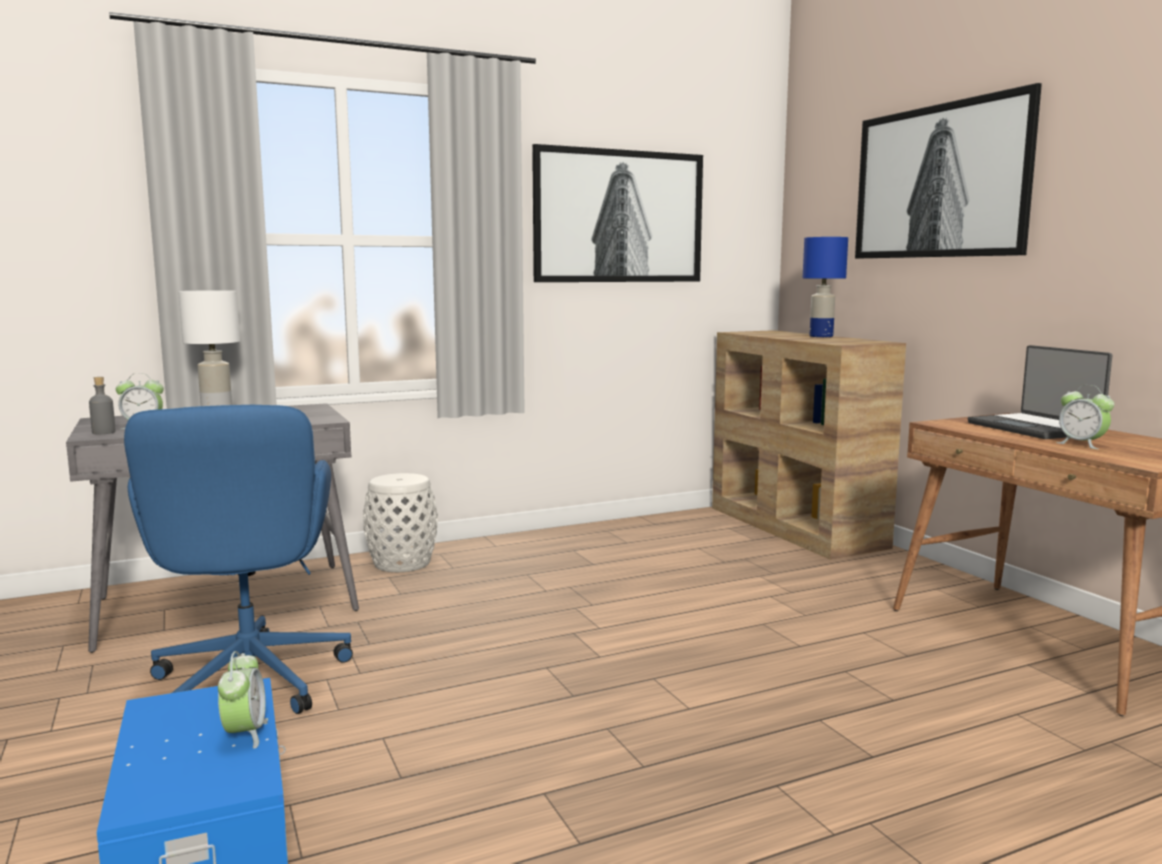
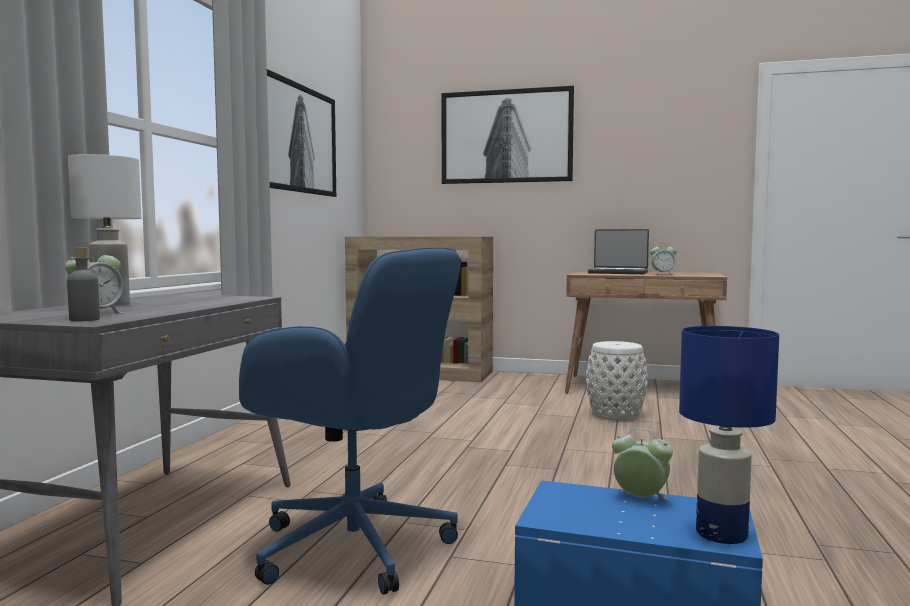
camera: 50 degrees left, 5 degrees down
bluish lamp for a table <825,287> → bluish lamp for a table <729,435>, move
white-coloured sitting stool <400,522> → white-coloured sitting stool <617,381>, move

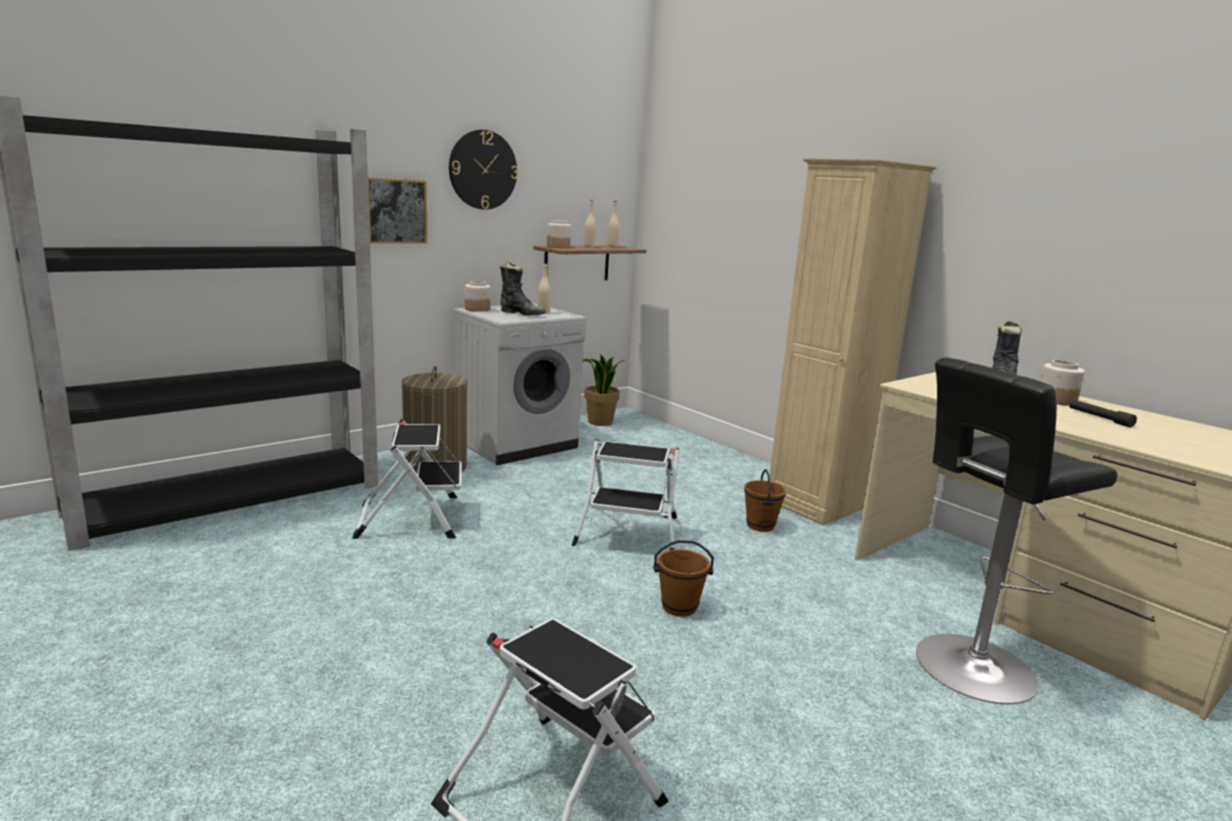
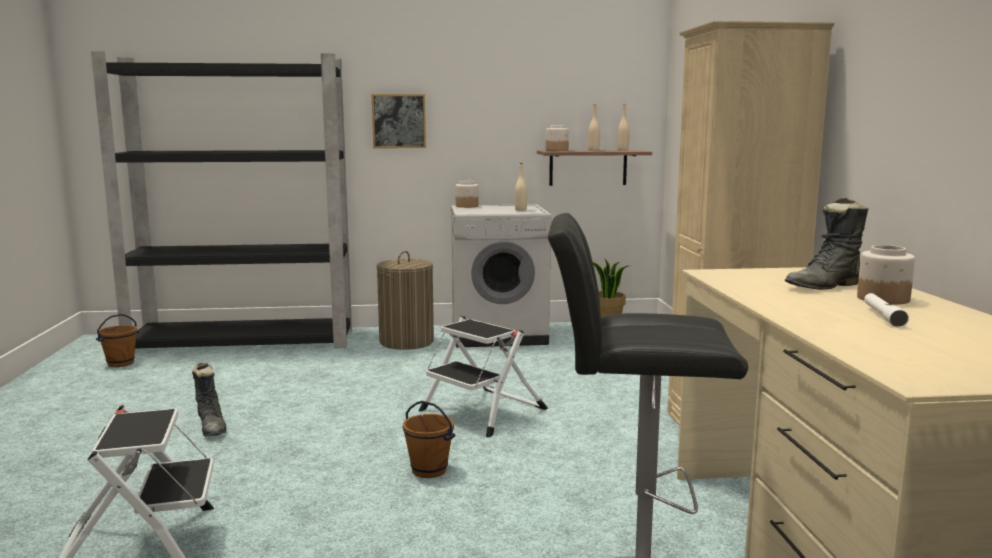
camera: 35 degrees right, 5 degrees down
clock on the wall <483,170> → -
black-coloured tall boot <523,289> → black-coloured tall boot <209,400>, move
black-coloured flashlight <1103,414> → white-coloured flashlight <886,310>
step stool <407,479> → -
brownish pail <765,500> → brownish pail <117,340>, move

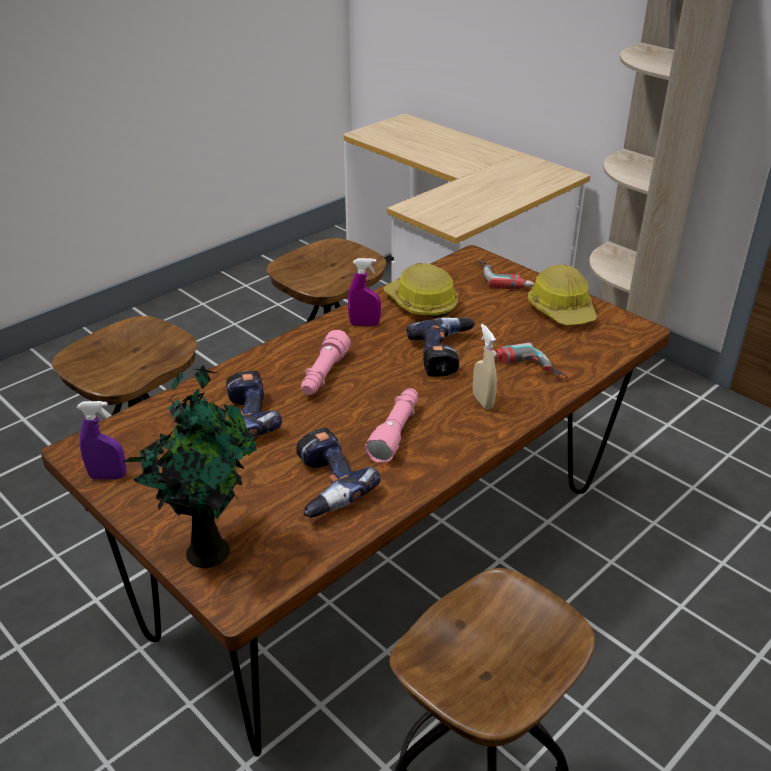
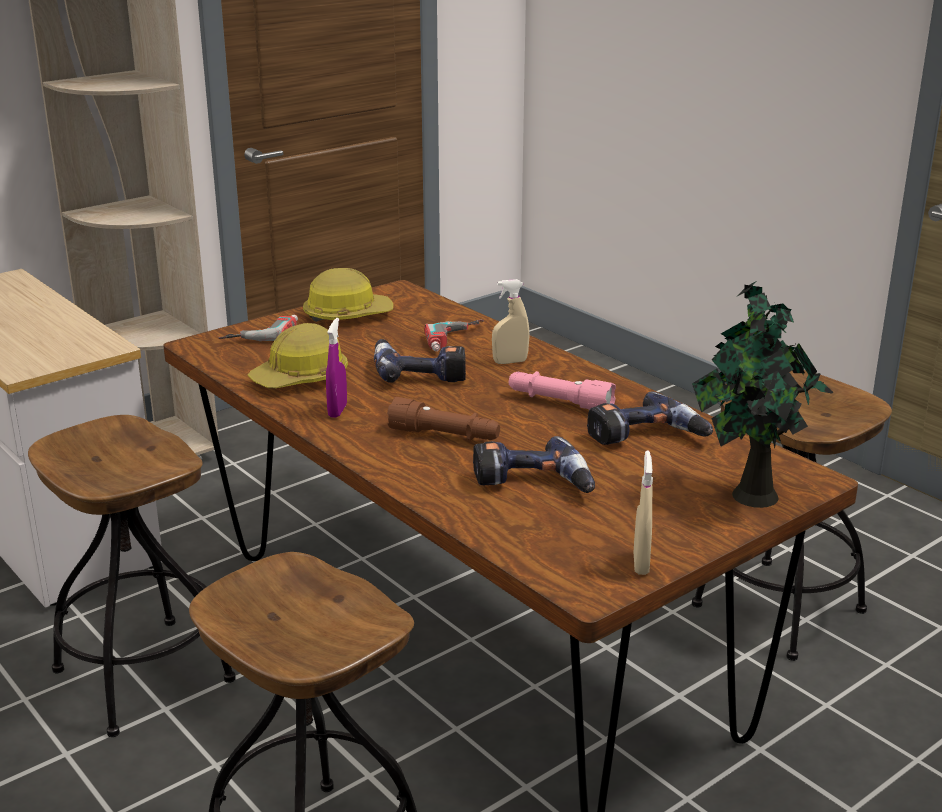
camera: 85 degrees left, 10 degrees down
pinkish flashlight <326,362> → brownish flashlight <443,419>
purplish sprayer <101,440> → sand-coloured sprayer <643,513>

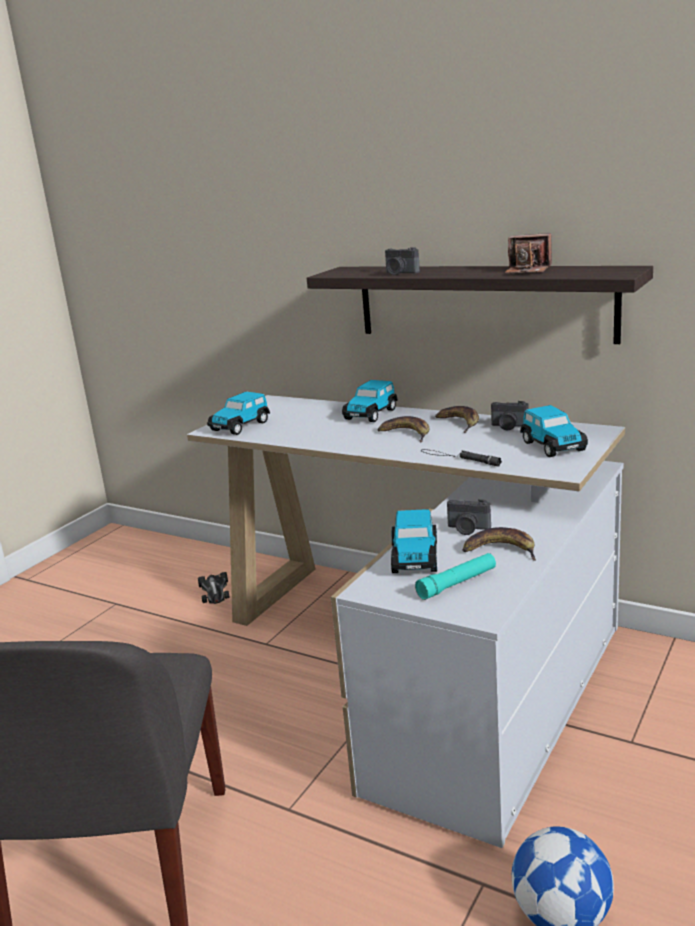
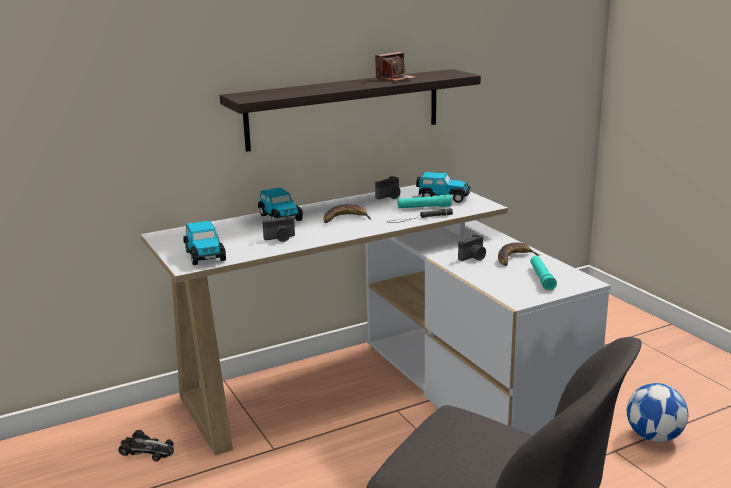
camera: 60 degrees left, 0 degrees up
still camera <402,261> → still camera <278,228>, move
whole banana <457,419> → -
toy car <414,541> → -
- → turquoise-coloured flashlight <424,201>

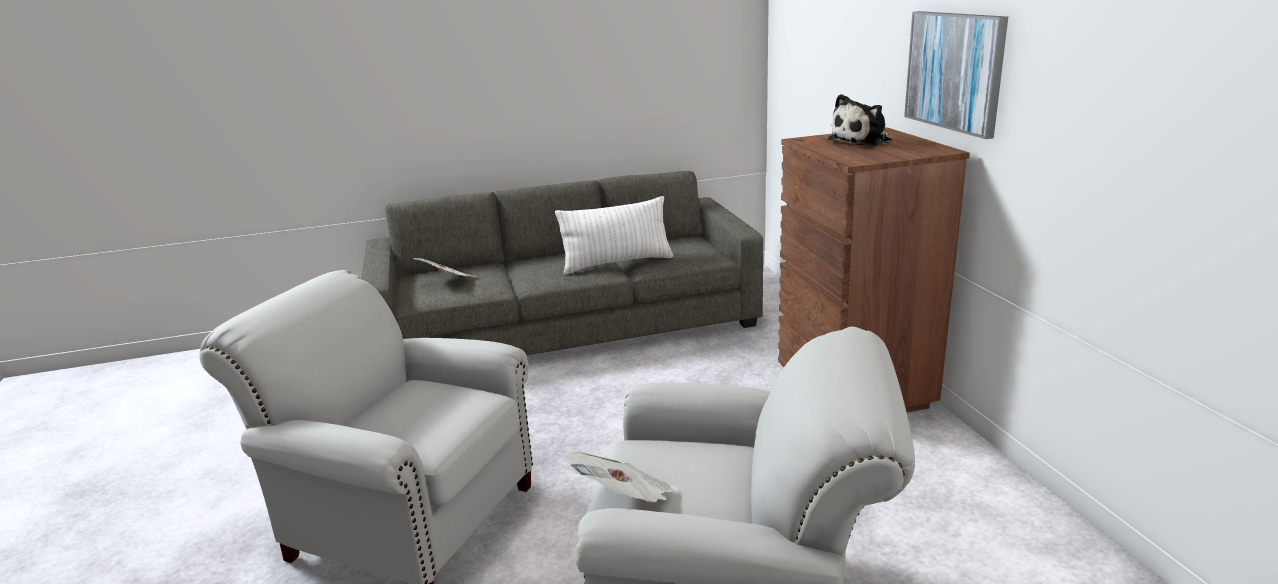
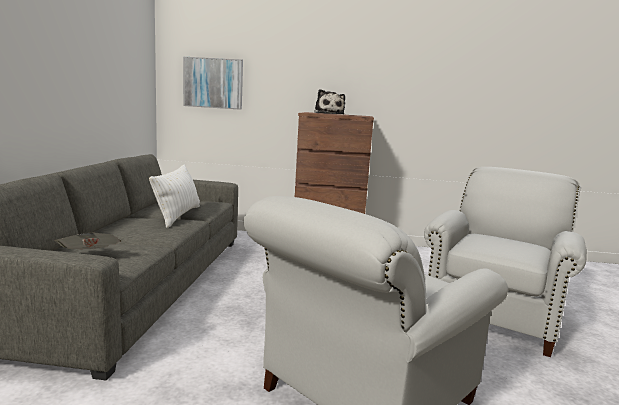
camera: 70 degrees left, 10 degrees down
picture <956,75> → picture <213,83>, move
printed paper <622,477> → -

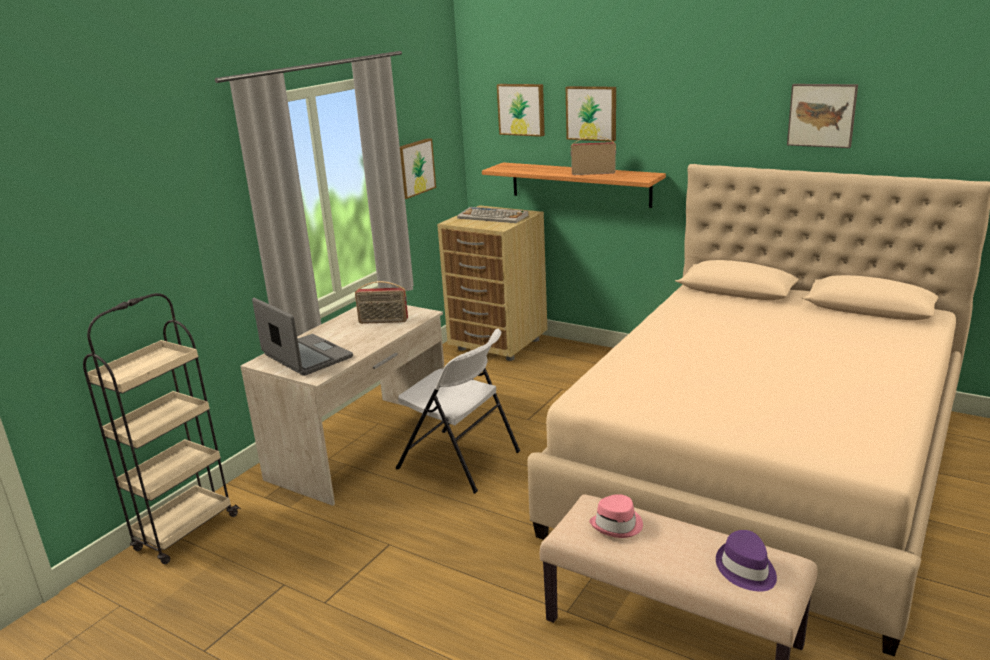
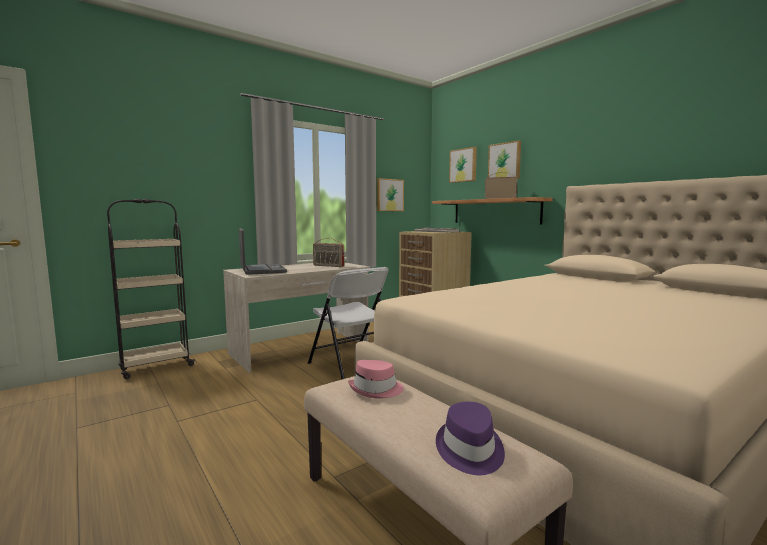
camera: 20 degrees right, 15 degrees down
picture <822,116> → -

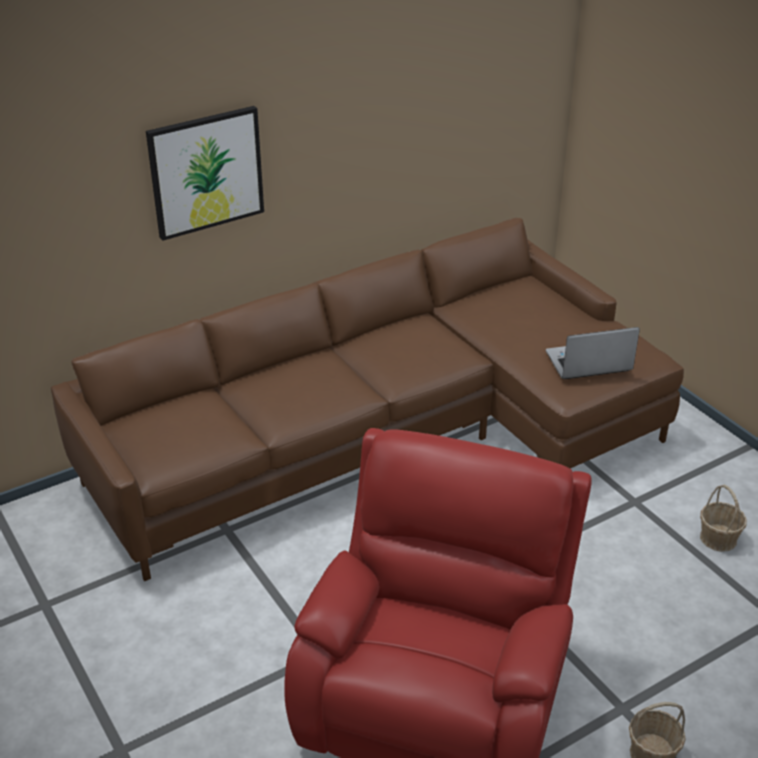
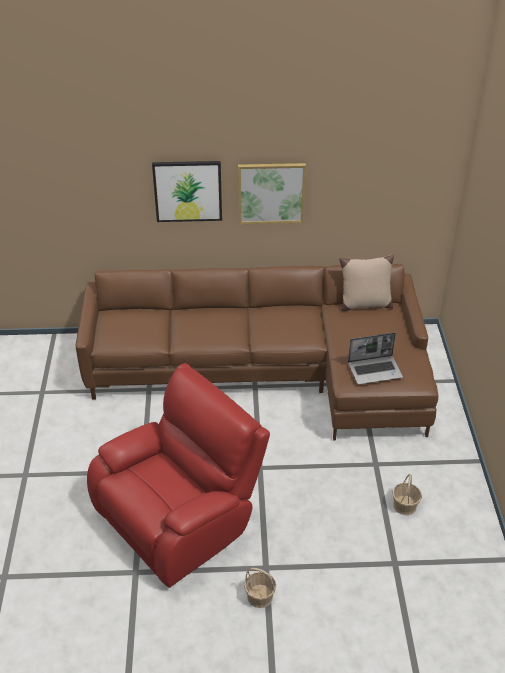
camera: 30 degrees right, 5 degrees up
laptop <593,353> → laptop <375,358>, 150 degrees clockwise
- → picture <272,193>
- → sand-coloured cushion <366,283>

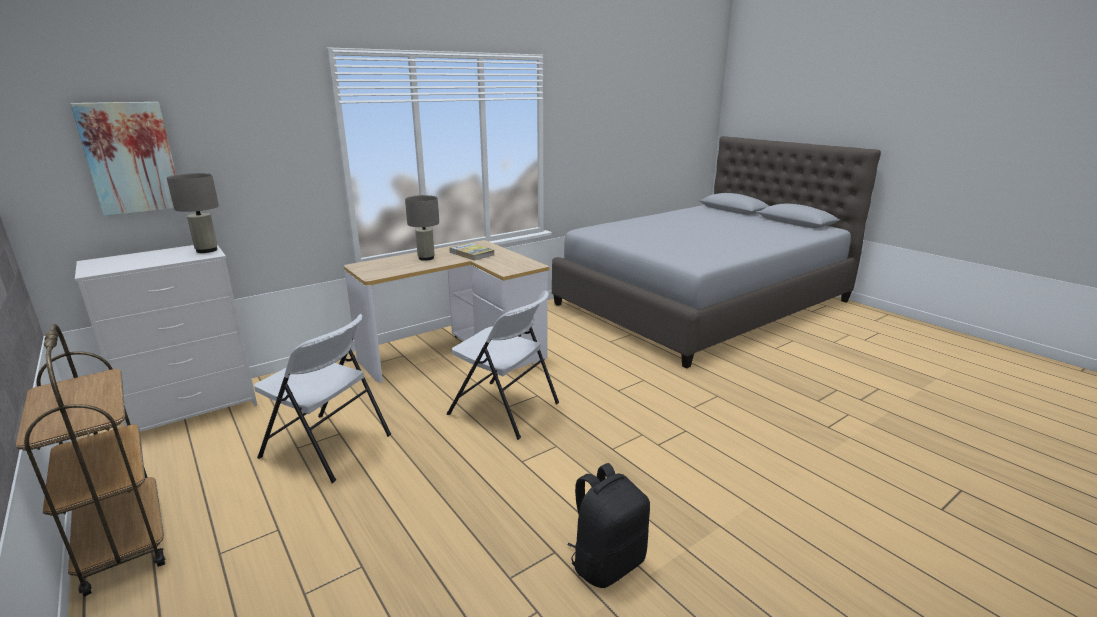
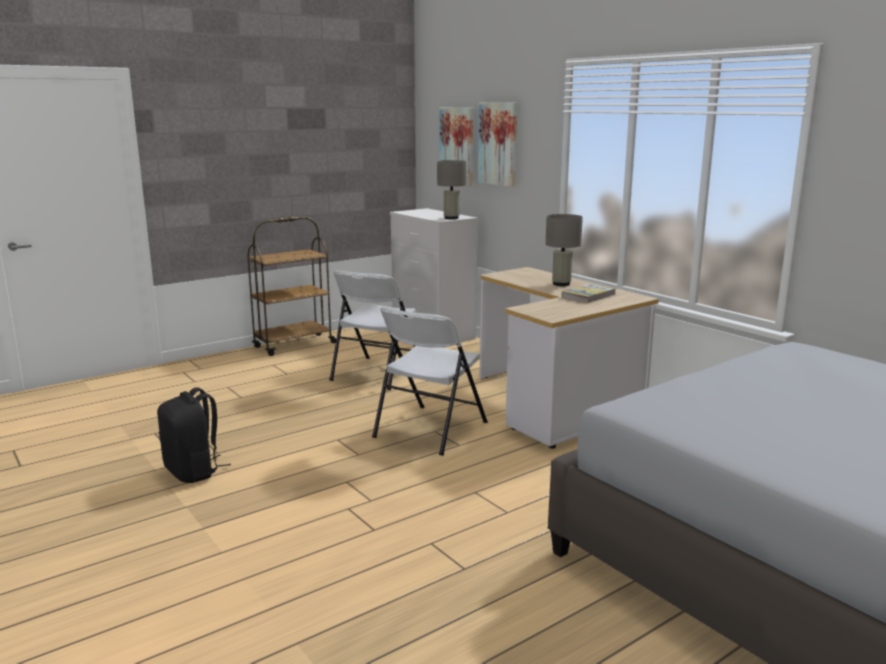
camera: 90 degrees right, 5 degrees down
- → picture <497,144>

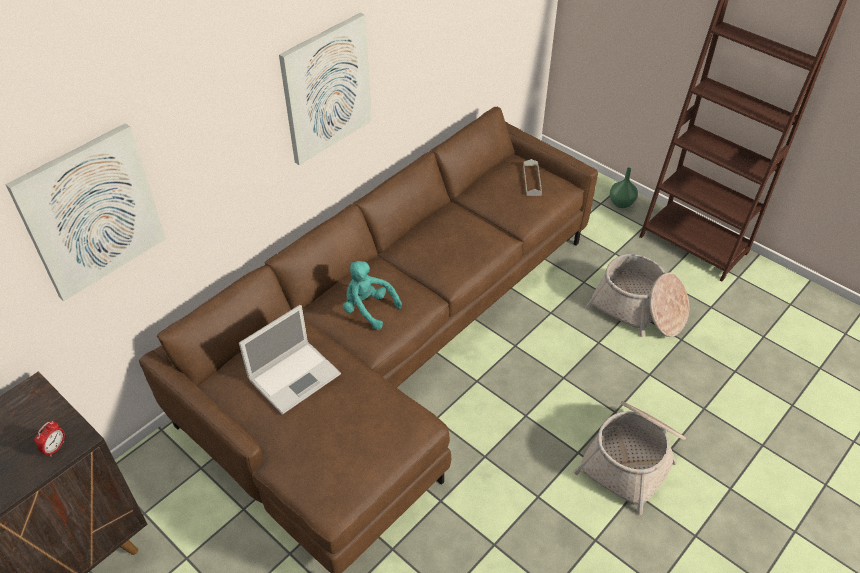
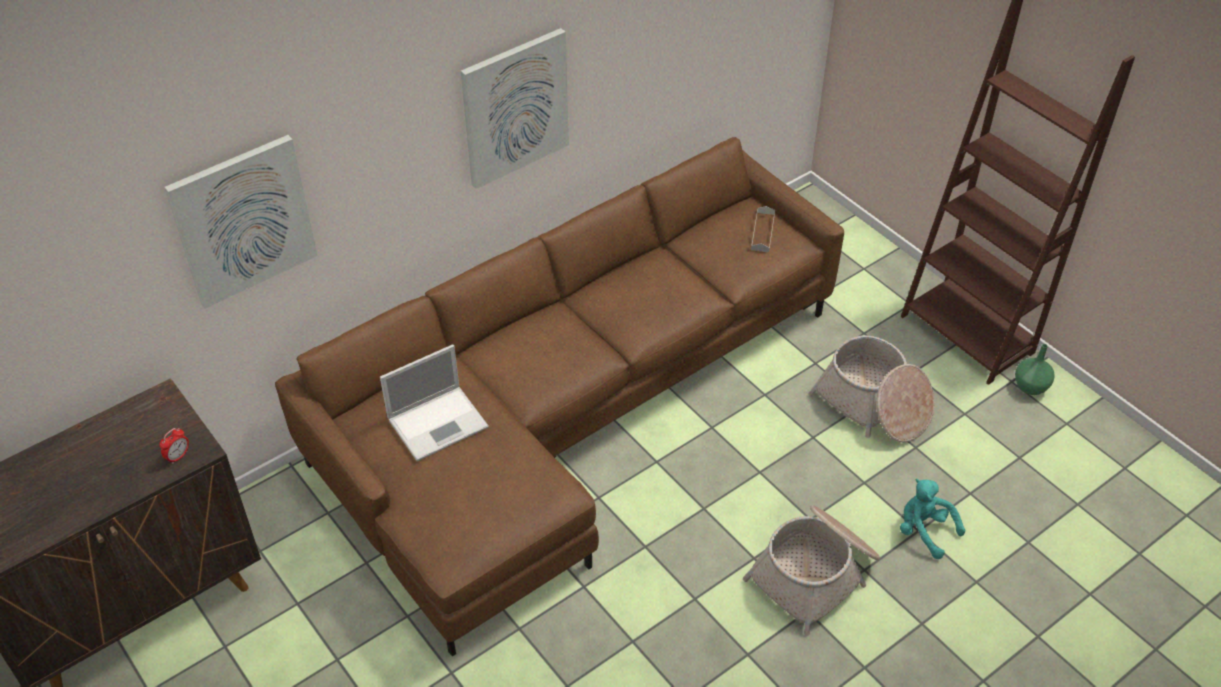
camera: 10 degrees right, 0 degrees up
greenish decorative vase <624,187> → greenish decorative vase <1035,369>, move
turquoise-coloured soft toy <372,295> → turquoise-coloured soft toy <932,519>, move

